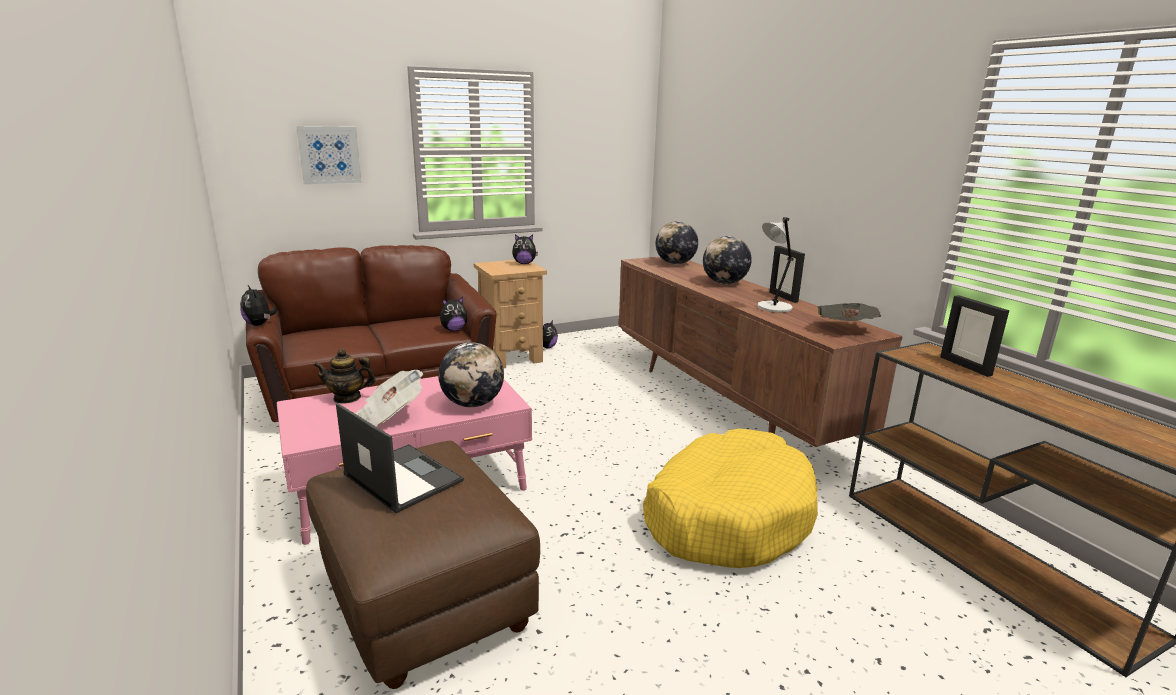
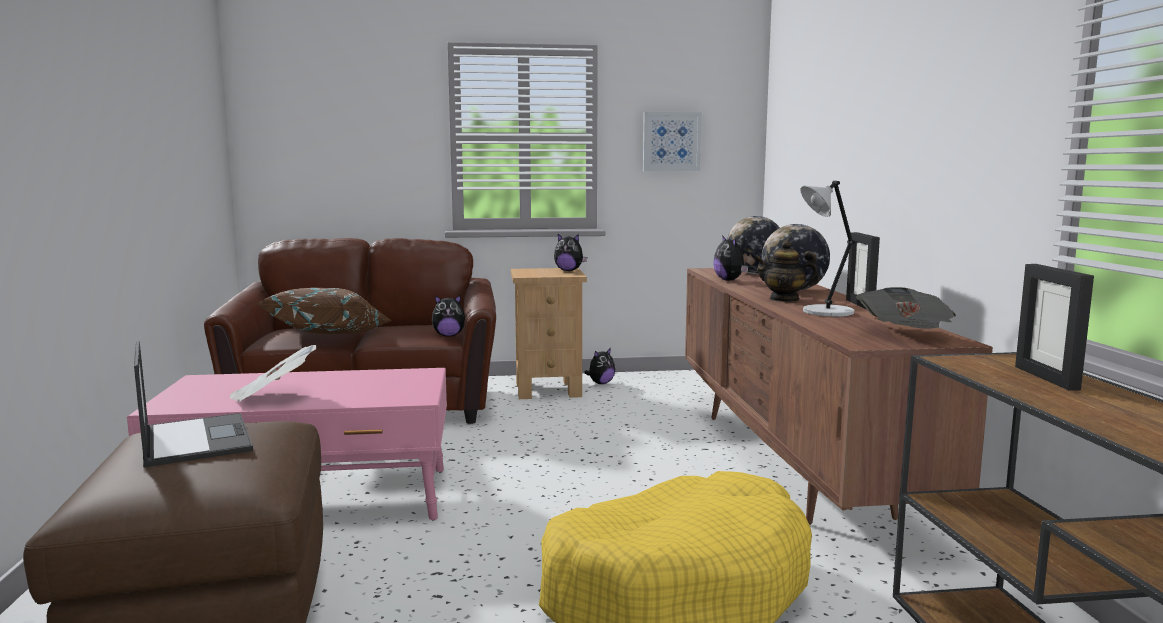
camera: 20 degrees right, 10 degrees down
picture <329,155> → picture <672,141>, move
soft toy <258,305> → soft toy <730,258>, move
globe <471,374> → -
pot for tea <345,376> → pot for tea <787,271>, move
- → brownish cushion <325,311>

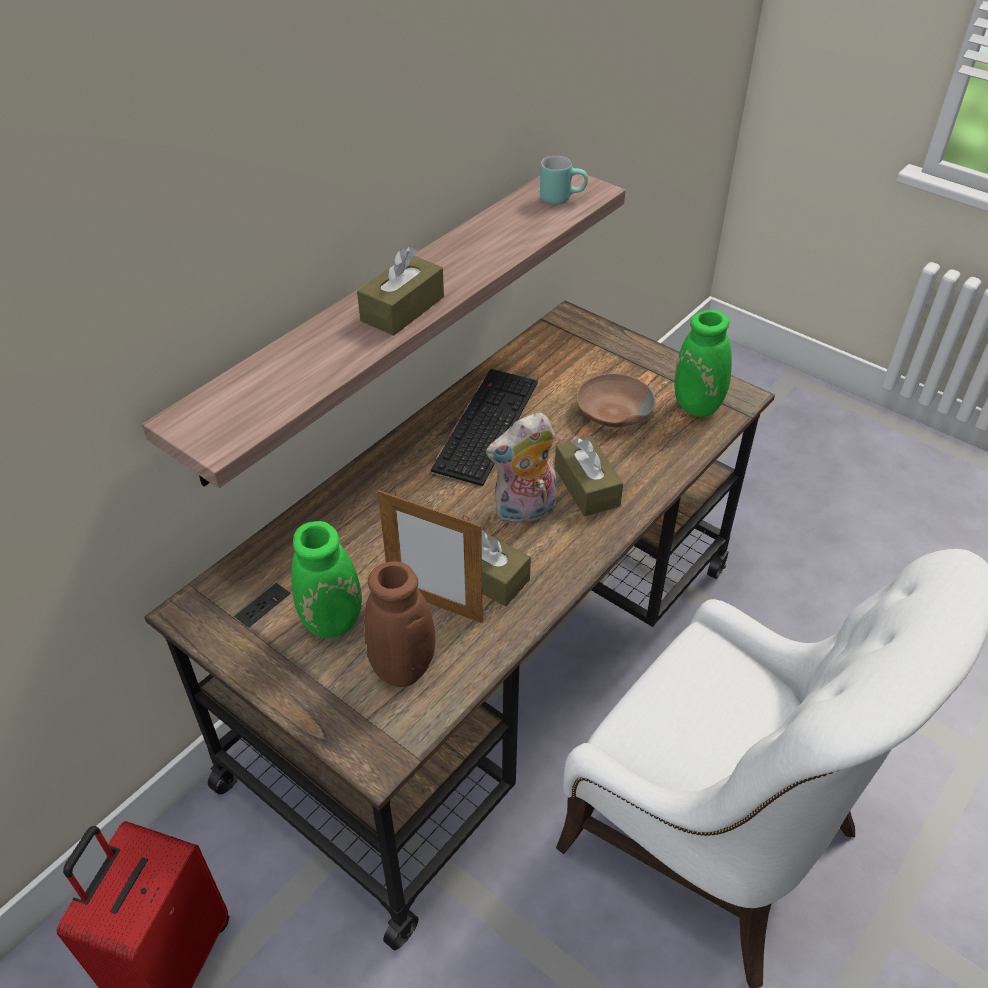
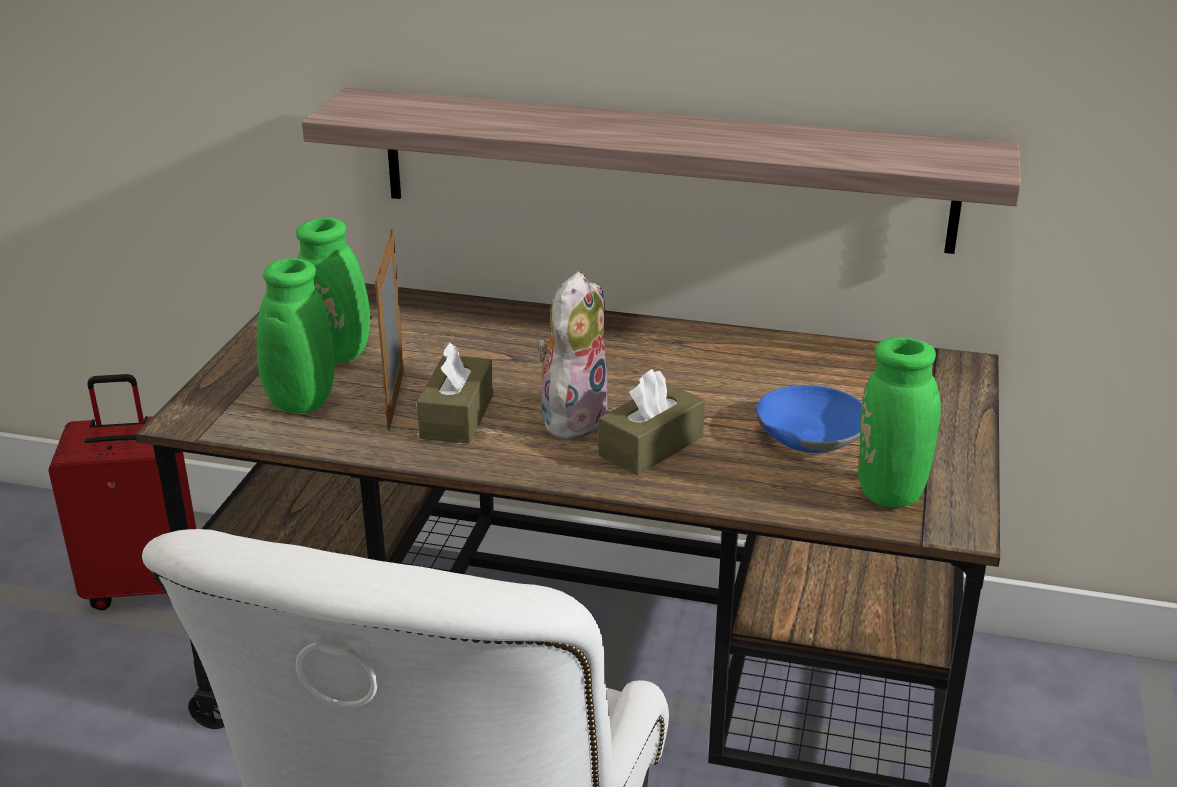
camera: 65 degrees right, 15 degrees down
turquoise-coloured coffee mug <564,180> → -
brownish tissue holder <400,291> → -
PC keyboard <484,427> → -
brownish deep dish <615,400> → bluish deep dish <809,419>
soft toy <521,469> → soft toy <572,355>, 75 degrees clockwise
brownish decorative vase <399,624> → greenish decorative vase <253,335>

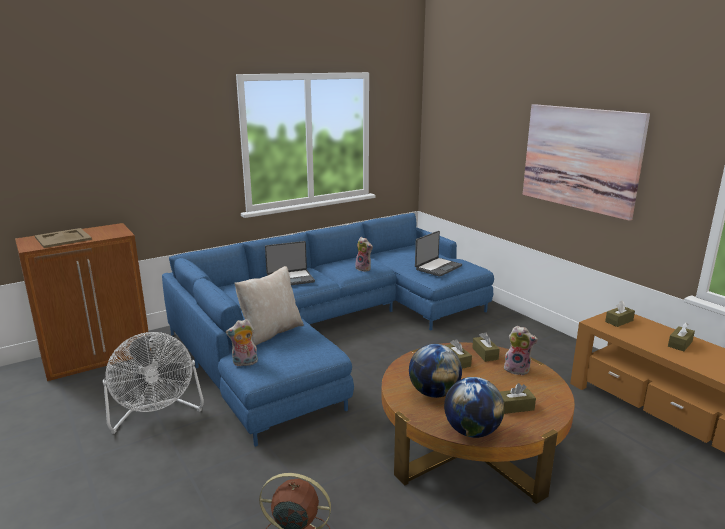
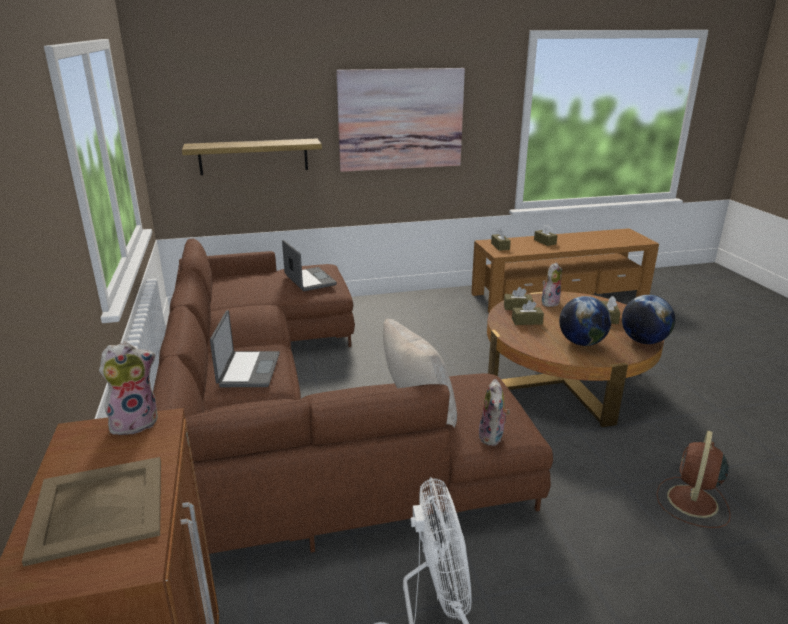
camera: 70 degrees left, 5 degrees up
bluish couch <328,330> → brownish couch <353,396>
soft toy <364,254> → soft toy <128,388>, move
- → bracket shelf <252,157>

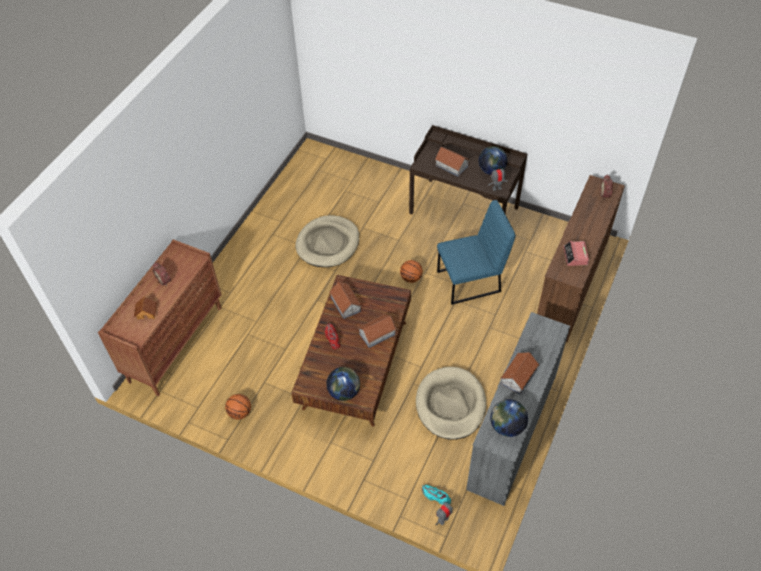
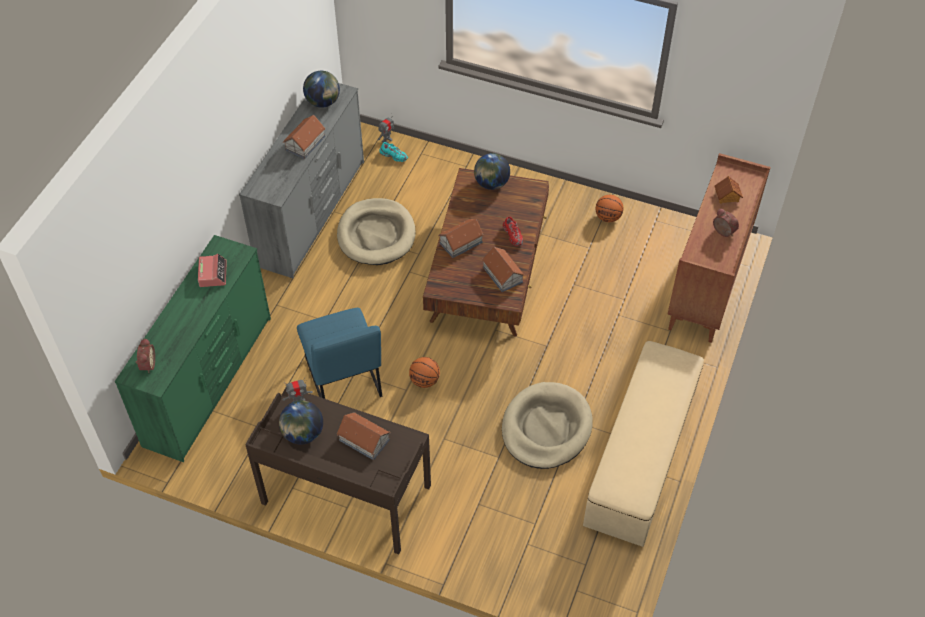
camera: 175 degrees right, 0 degrees up
brownish chest of drawers <581,258> → greenish chest of drawers <193,348>
bluish plain chair <476,252> → bluish plain chair <339,353>, 90 degrees counterclockwise
- → sand-coloured long seat <643,444>

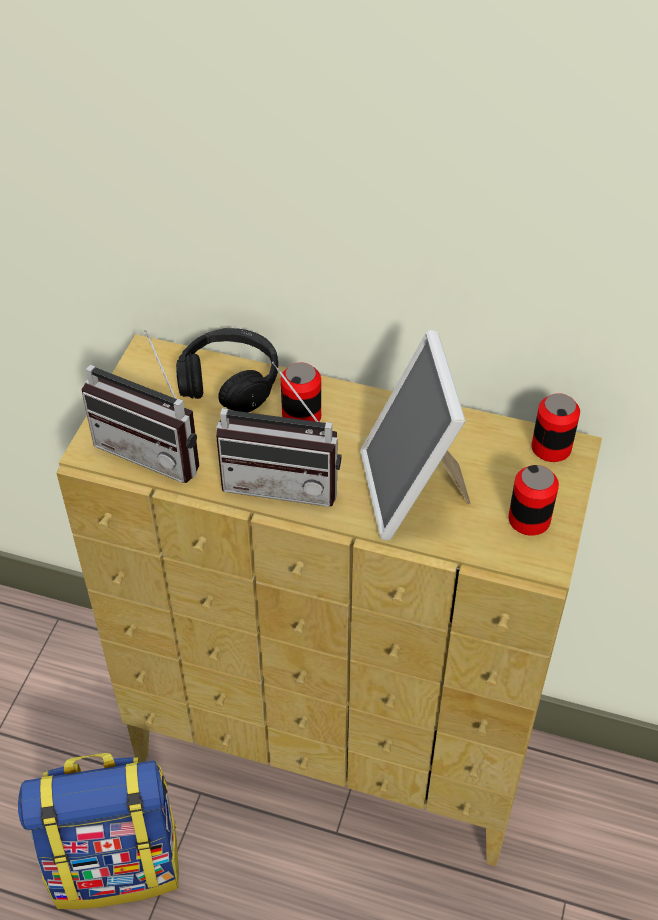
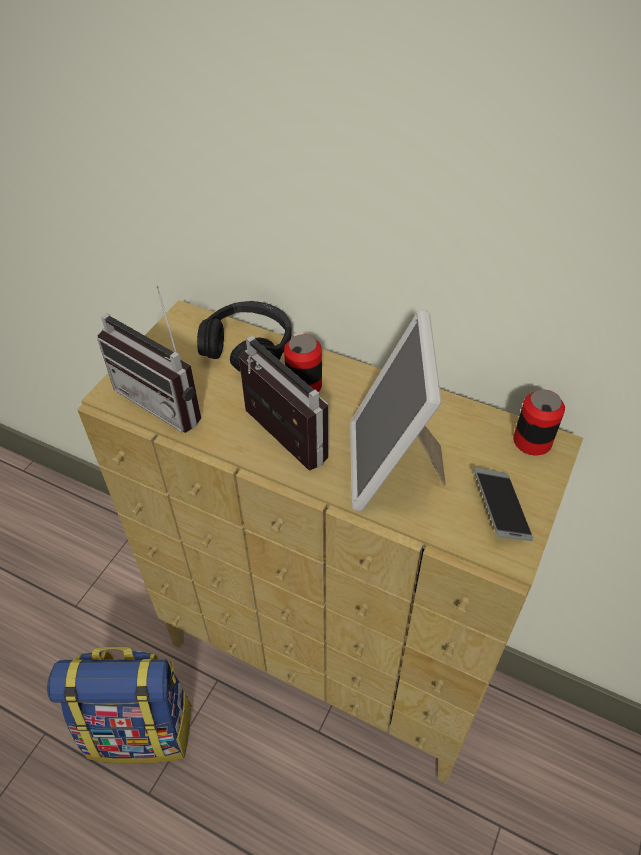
camera: 10 degrees right, 0 degrees up
radio <278,434> → radio <284,403>, 150 degrees counterclockwise
metal can <533,500> → telephone <503,504>

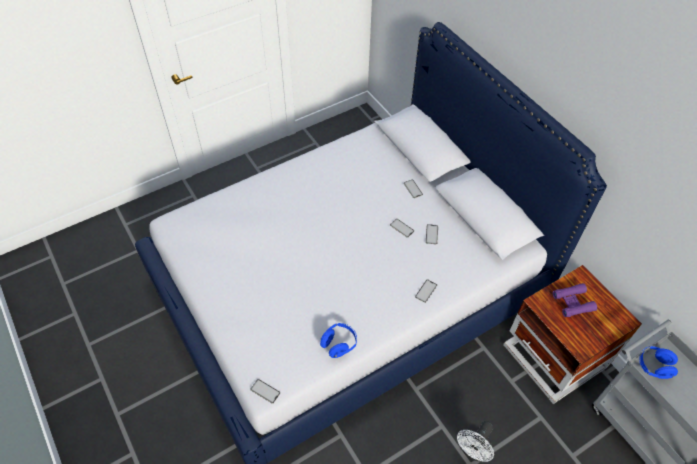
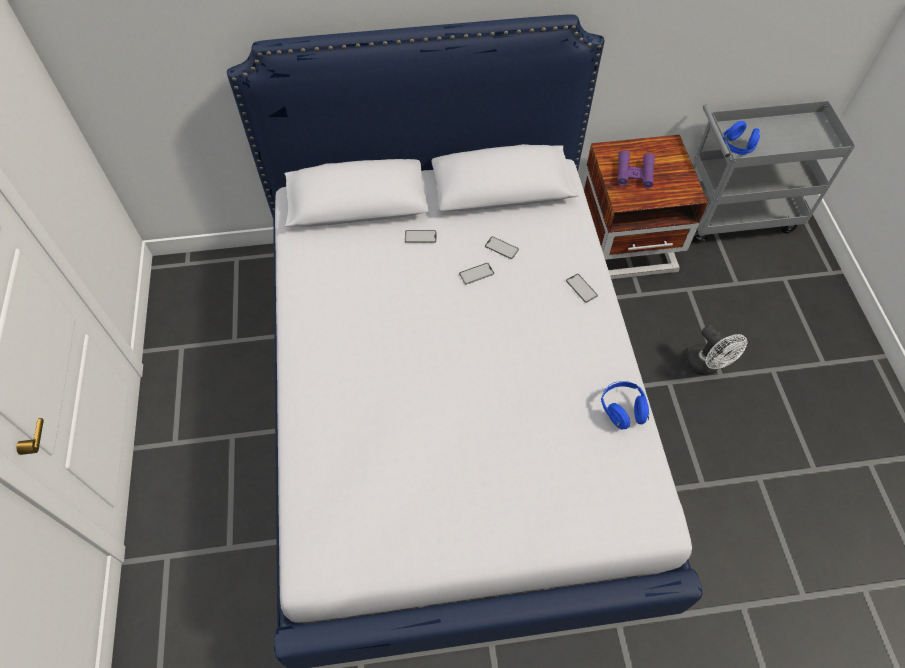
camera: 65 degrees left, 5 degrees up
telephone <265,391> → -

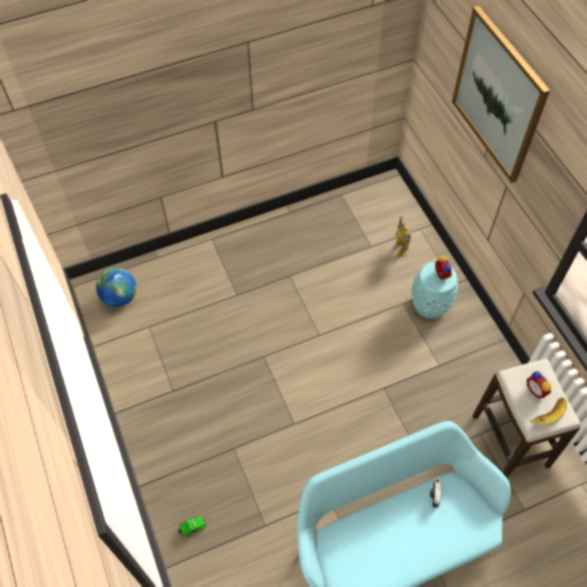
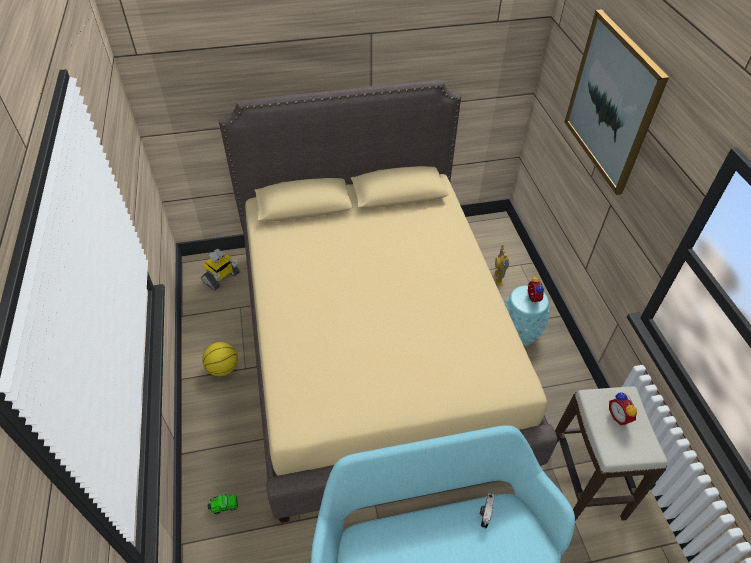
camera: 10 degrees right, 10 degrees down
globe <116,287> → robot figure <220,270>
whole banana <548,412> → -
- → sand-coloured bedroom bed <388,301>
- → ball for basketball <220,359>

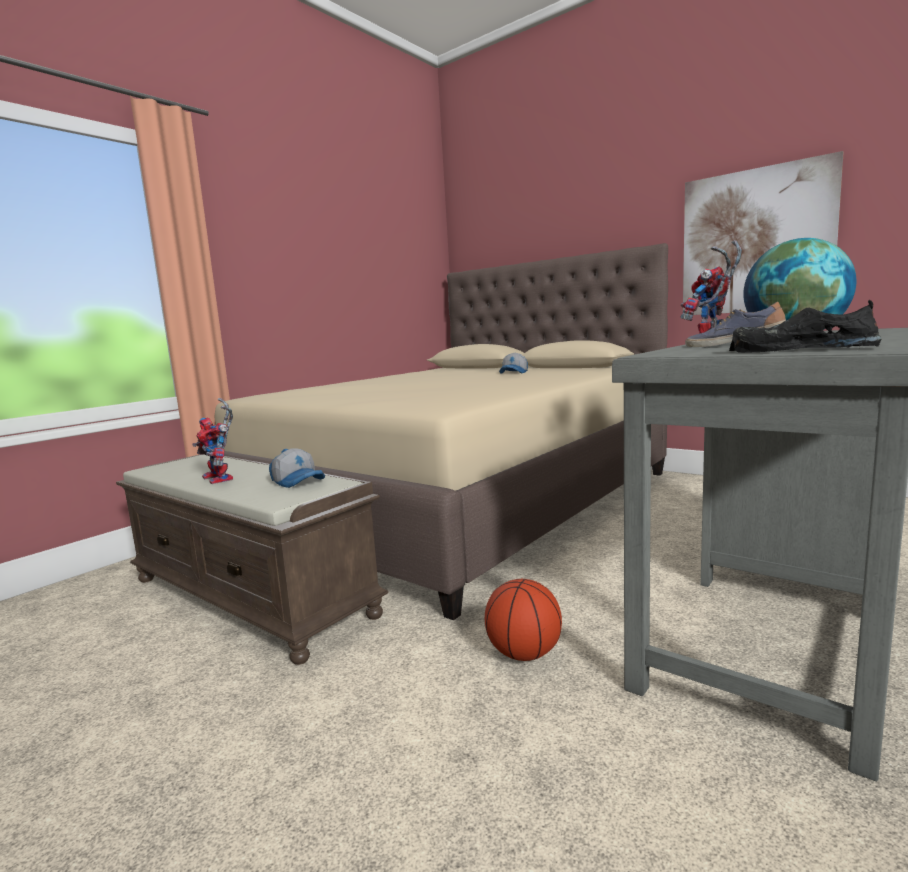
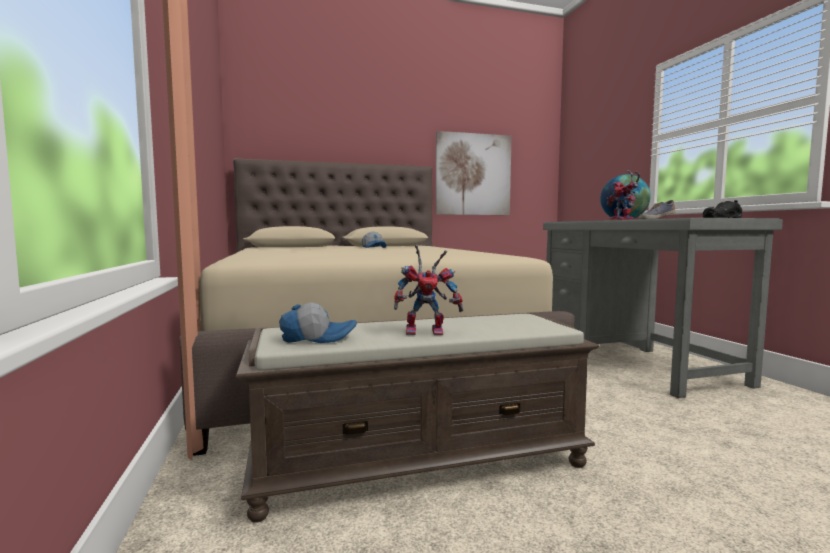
camera: 55 degrees left, 5 degrees down
baseball cap <297,468> → baseball cap <318,322>, move
ball for basketball <523,620> → -

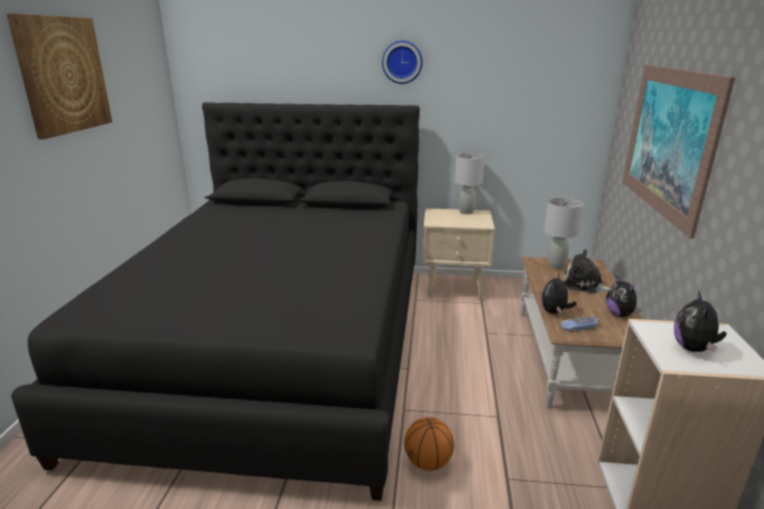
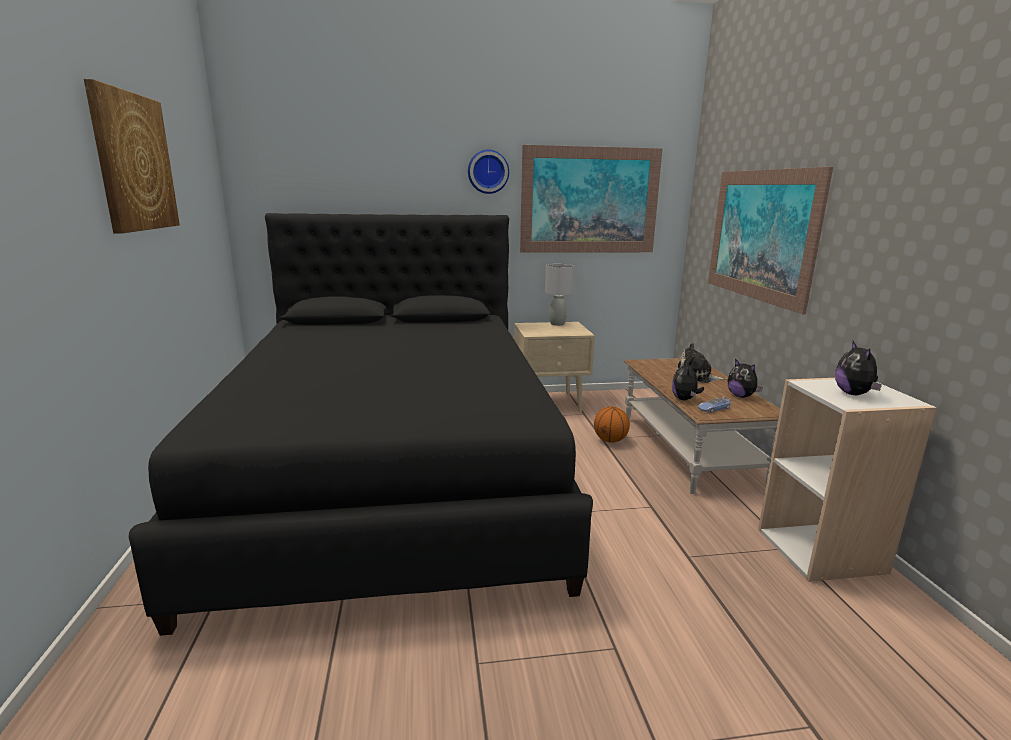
camera: 15 degrees left, 5 degrees down
gray lamp for a table <563,233> → -
ball for basketball <429,444> → ball for basketball <612,424>, move
- → picture <591,199>

